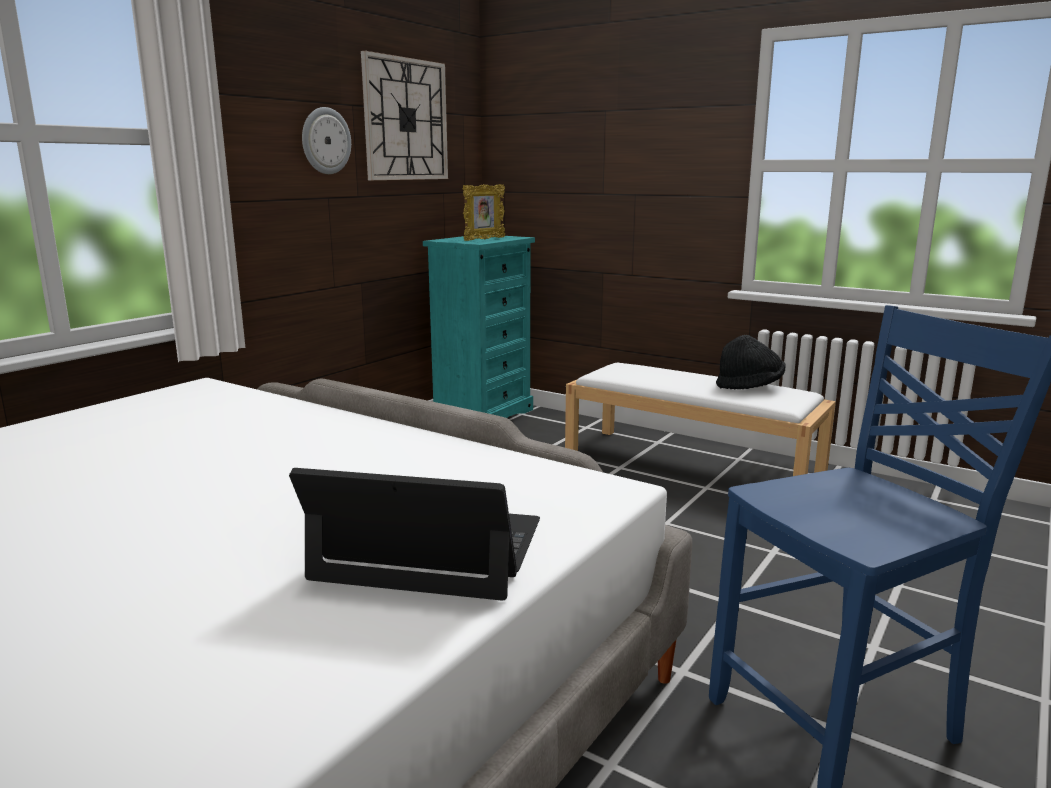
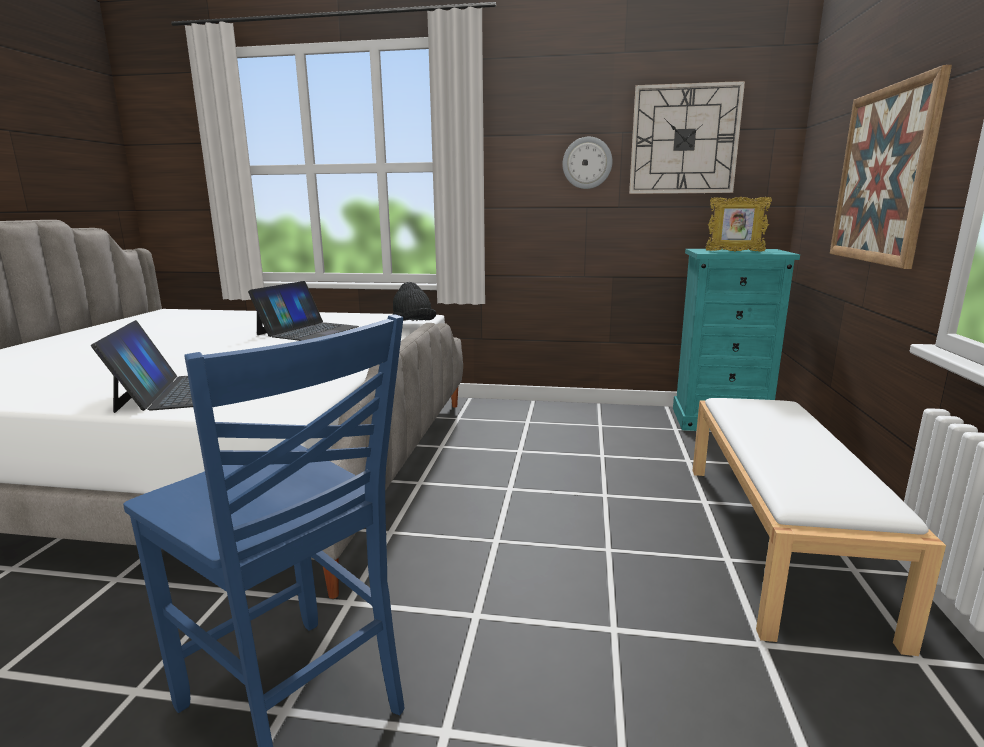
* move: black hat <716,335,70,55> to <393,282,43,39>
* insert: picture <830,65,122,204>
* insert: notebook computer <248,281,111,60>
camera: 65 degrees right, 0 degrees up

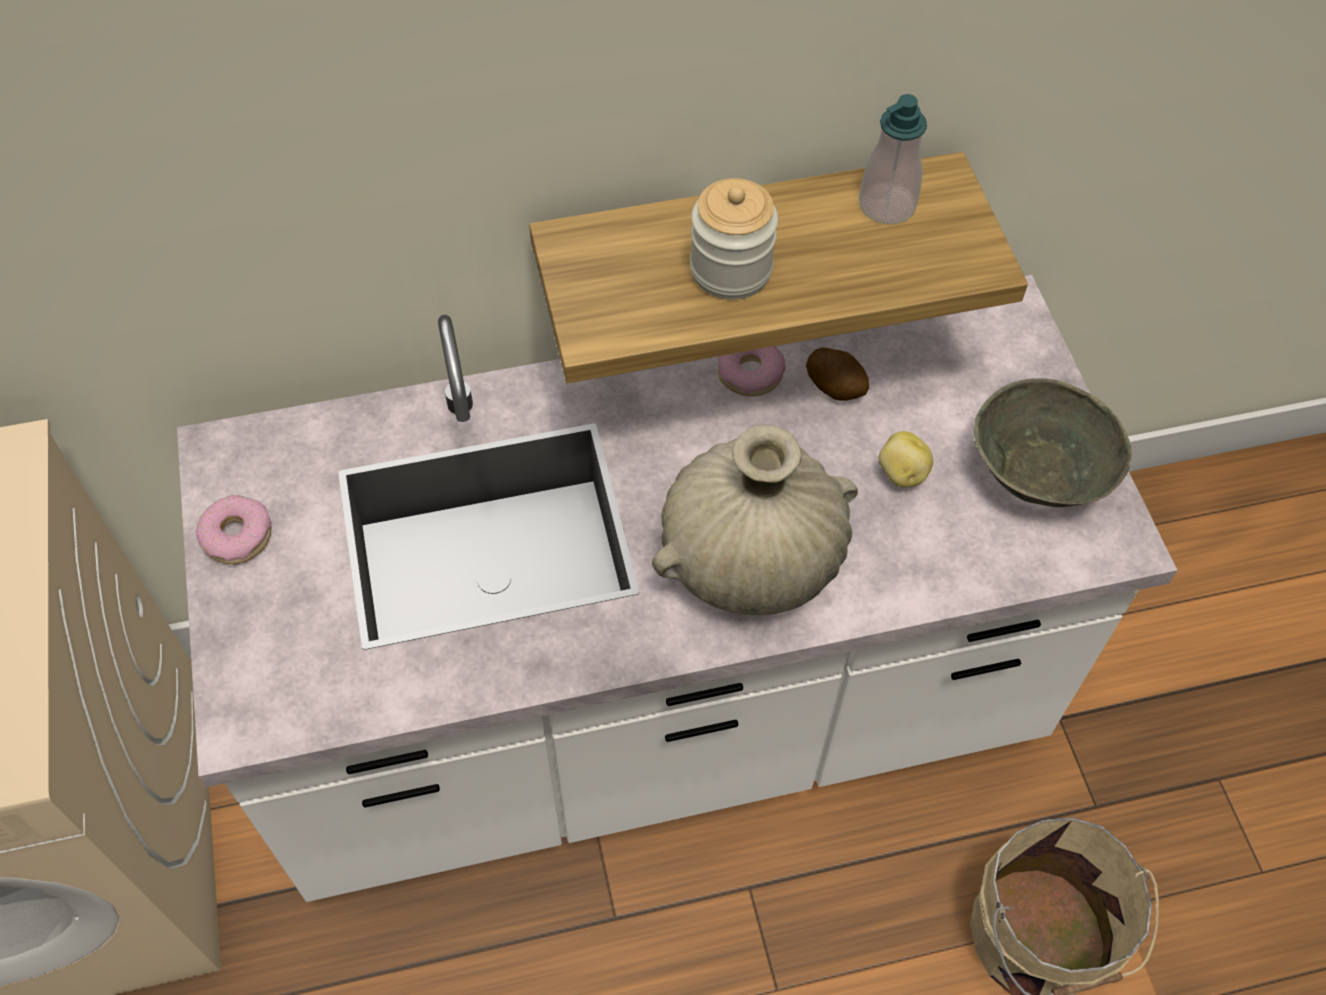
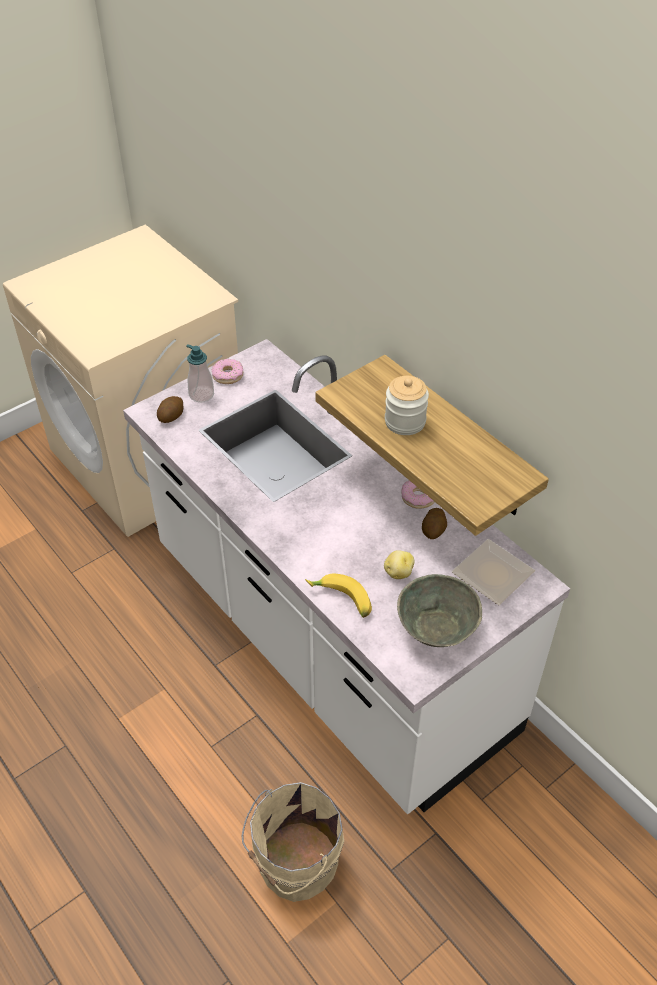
* move: liquid soap bottle <859,94,68,130> to <186,344,28,59>
* delete: beige-coloured flower vase <652,425,206,190>
* insert: spud <157,396,26,27>
* insert: dinner plate <452,539,83,66>
* insert: banana <305,574,67,44>
camera: 65 degrees right, 10 degrees down

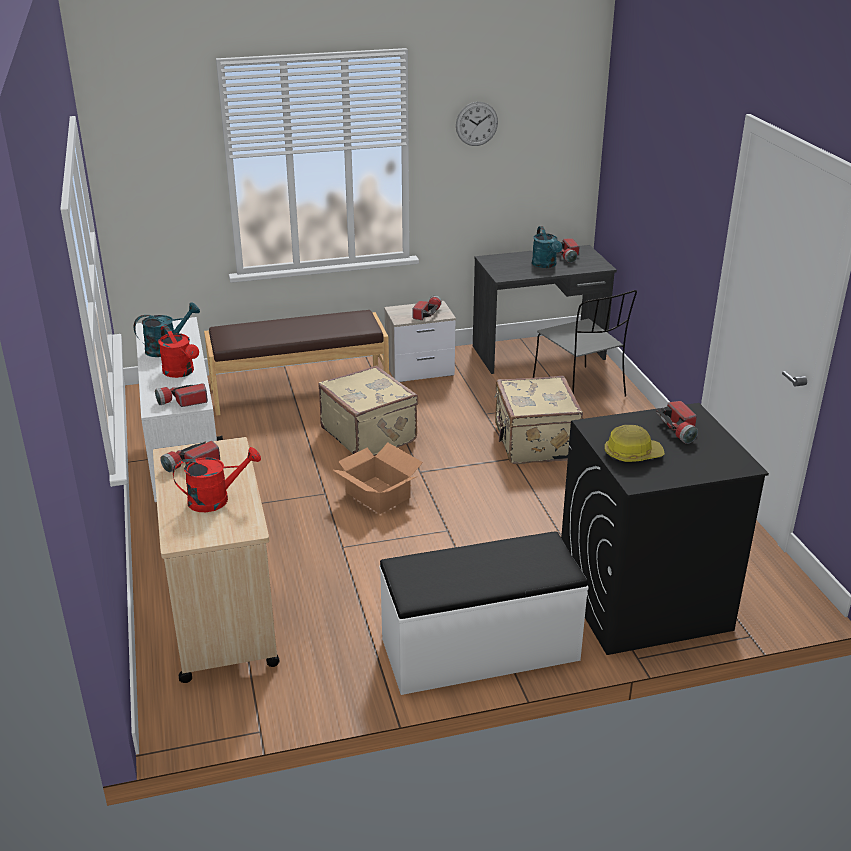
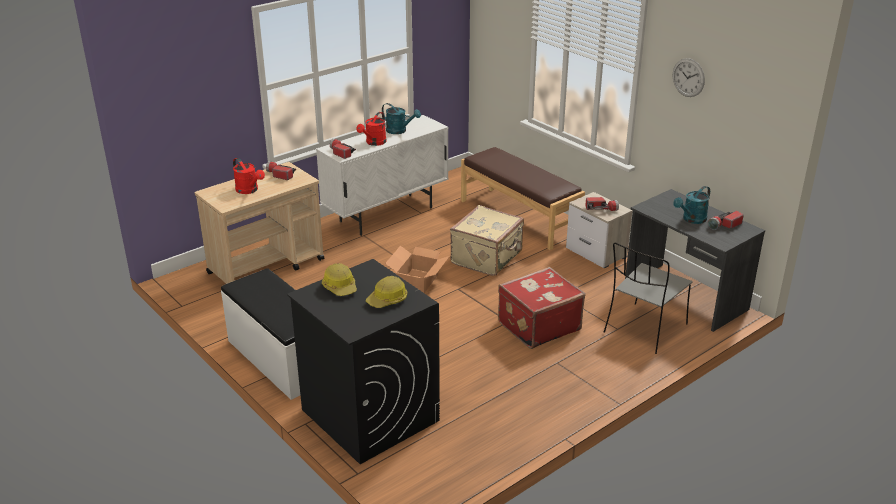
* recolor: beige-coloured piece of luggage <494,376,89,88> to reddish piece of luggage <498,267,88,82>
* replace: flashlight <656,401,42,43> to work helmet <366,276,41,32>
camera: 65 degrees right, 0 degrees up

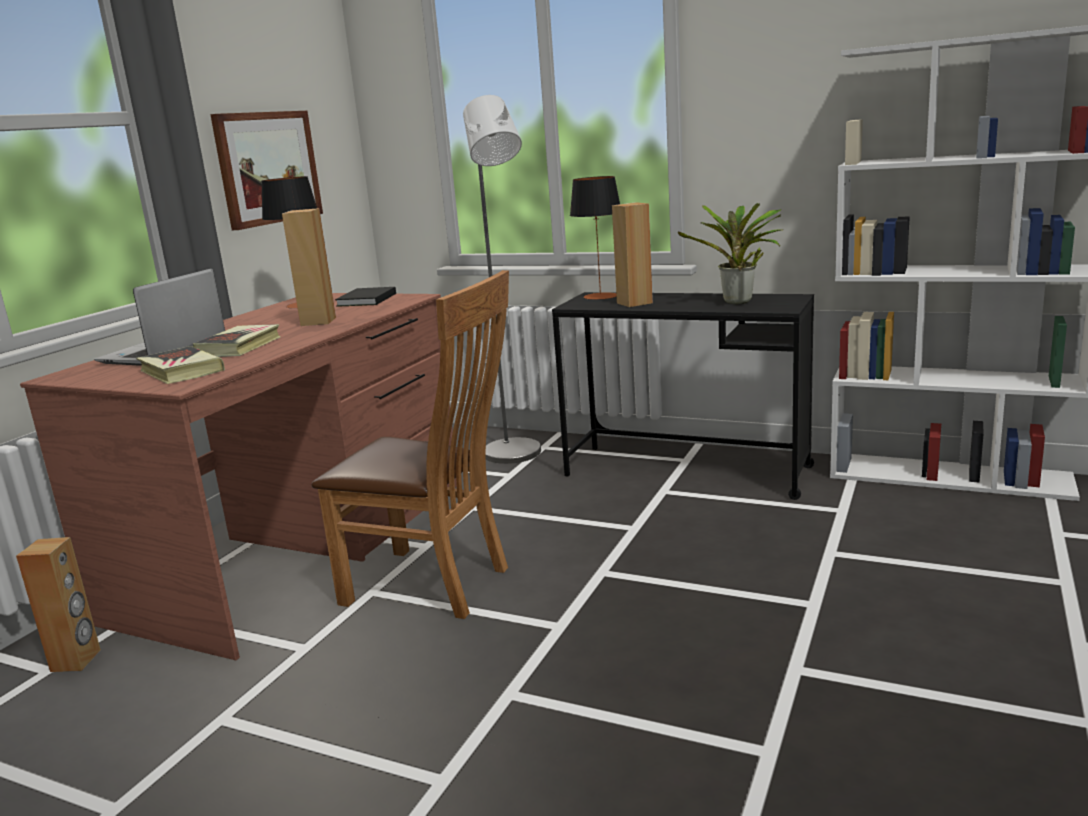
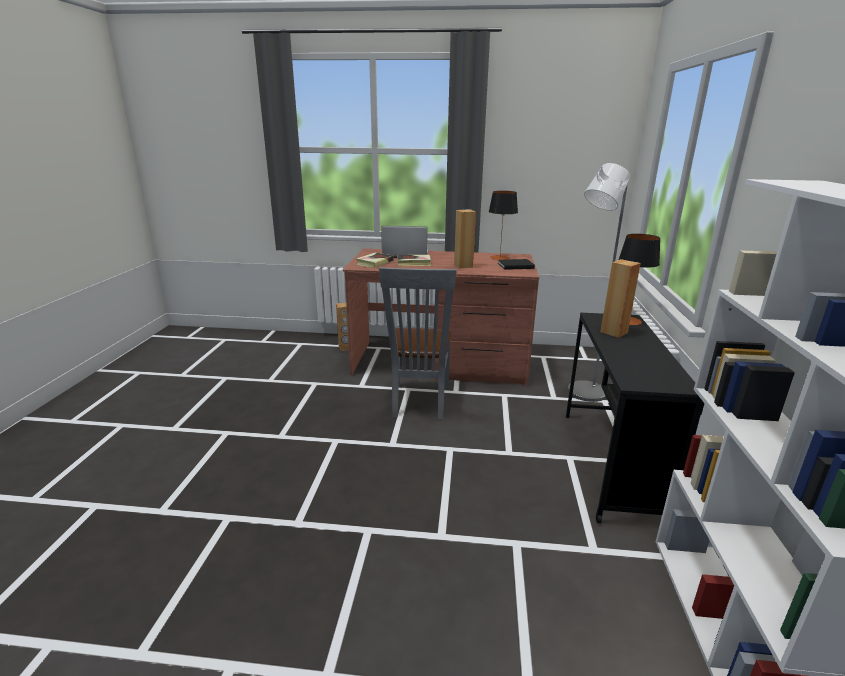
* delete: picture <210,111,113,119>
* delete: plant in a pot <678,203,106,101>
* recolor: brownish upright chair <311,270,198,349> to gray upright chair <379,267,78,152>
camera: 70 degrees right, 5 degrees up

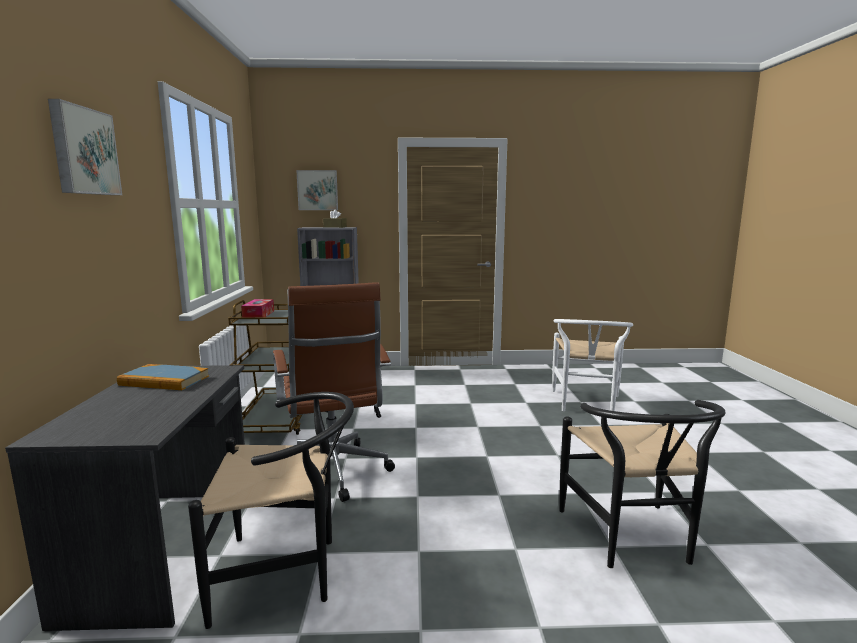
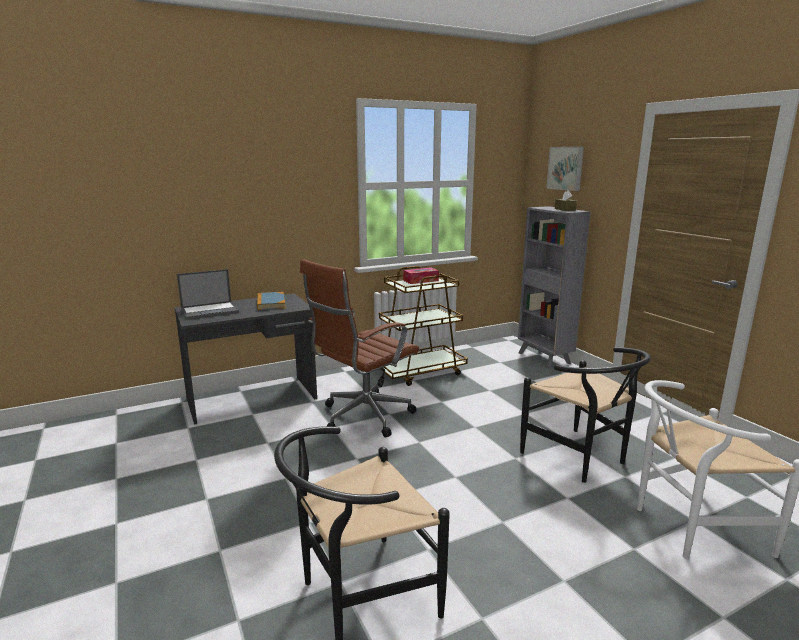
* delete: picture <48,99,74,96>
* move: black upright chair <188,392,166,237> to <520,347,131,136>
* insert: notebook computer <177,269,62,51>
camera: 65 degrees right, 5 degrees up

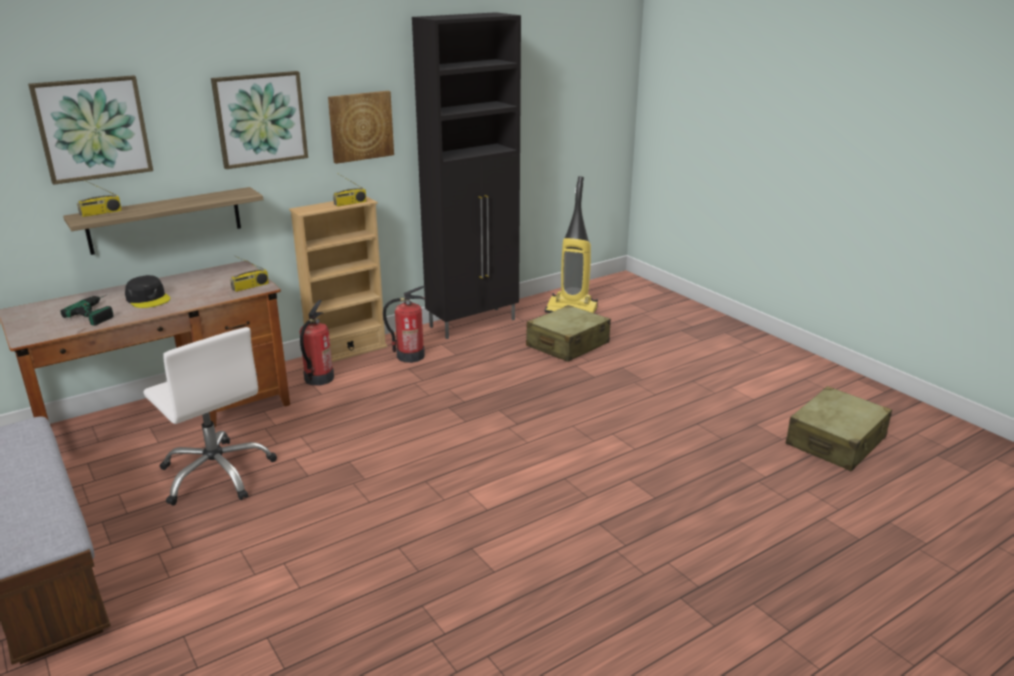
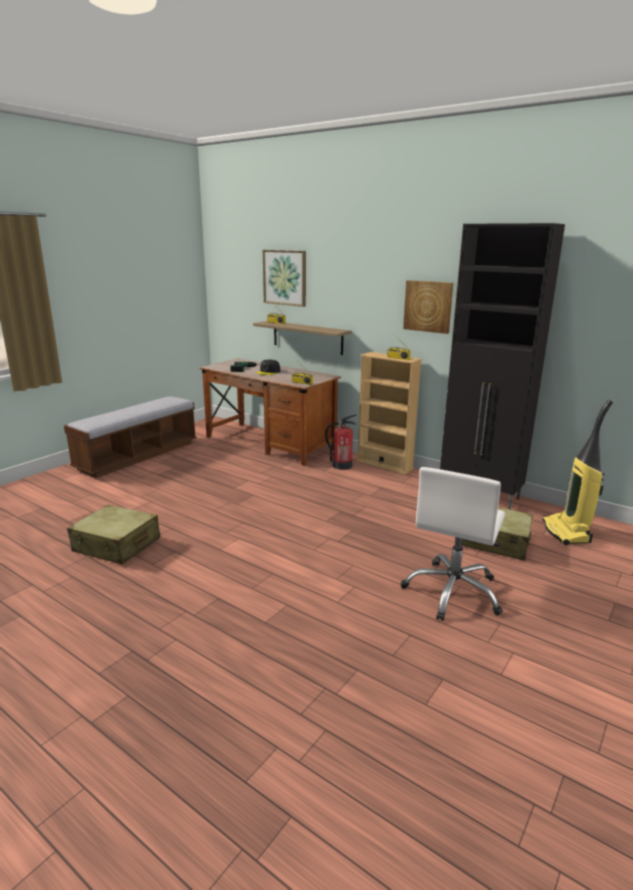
* delete: picture <211,71,97,98>
* delete: fire-fighting cylinder <383,286,42,77>
* move: whitish desk chair <143,327,134,178> to <401,467,104,154>
* move: beige-coloured piece of luggage <786,386,106,86> to <67,504,93,61>
camera: 70 degrees right, 5 degrees down

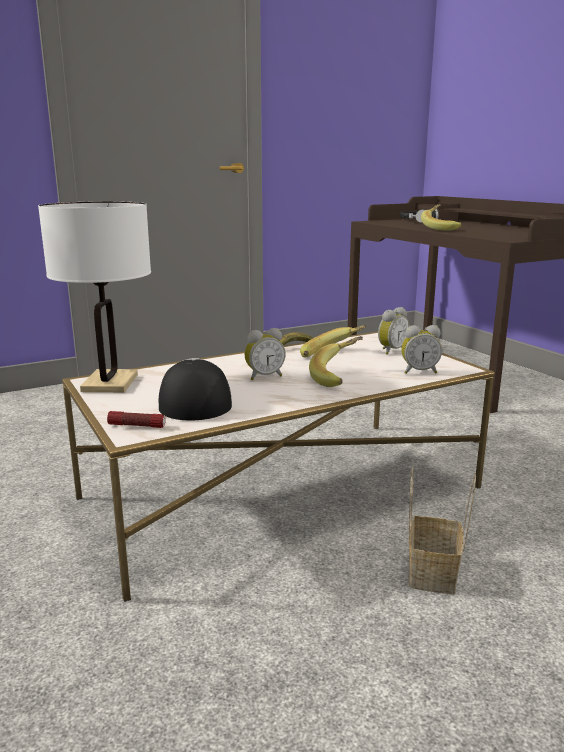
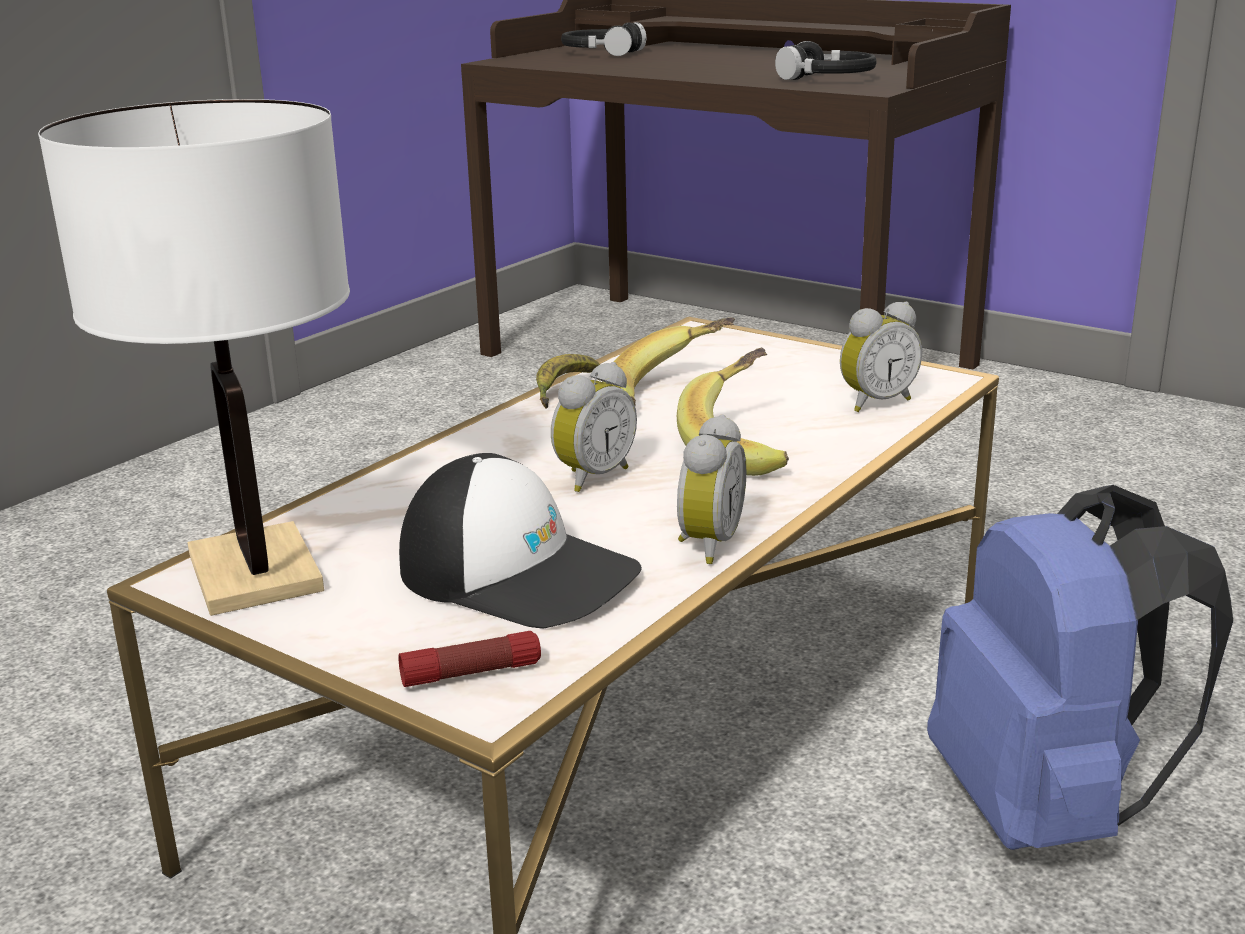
* delete: banana <421,204,40,27>
* move: bedside clock <378,307,31,48> to <677,414,69,150>
* rotate: peaked cap <159,358,73,62> = <399,453,243,176> 150 degrees clockwise
* replace: household basket <408,467,68,127> to blue backpack <927,485,306,365>
* insert: black pair of headphones <775,41,102,39>
camera: 25 degrees left, 5 degrees up

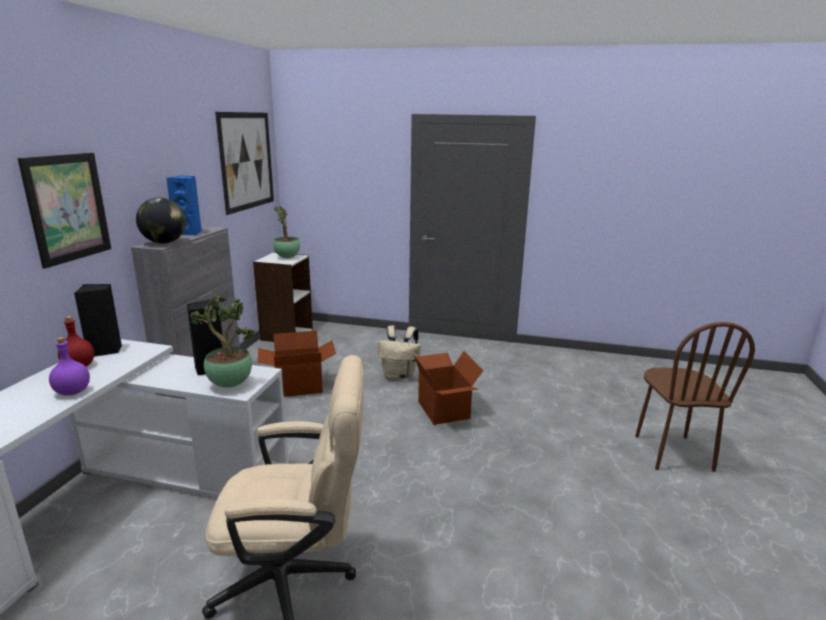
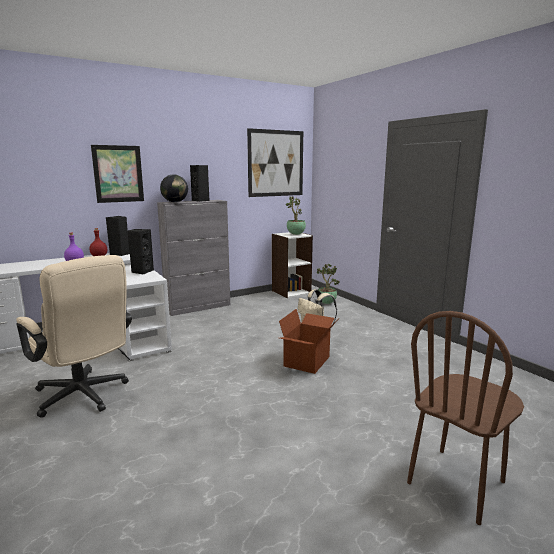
* recolor: blue audio speaker <166,176,36,59> to black audio speaker <190,165,20,37>
* move: plant in a pot <190,296,65,92> to <317,264,23,40>
* delete: carton <258,331,78,66>
camera: 45 degrees right, 5 degrees down

